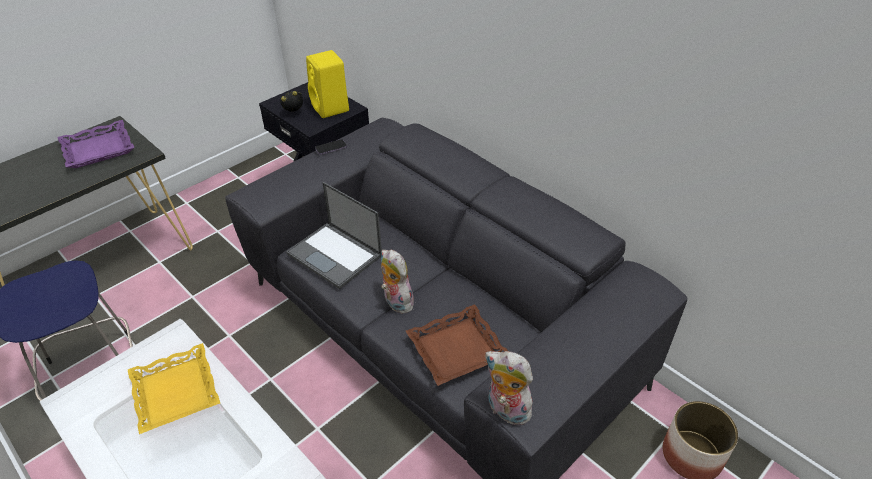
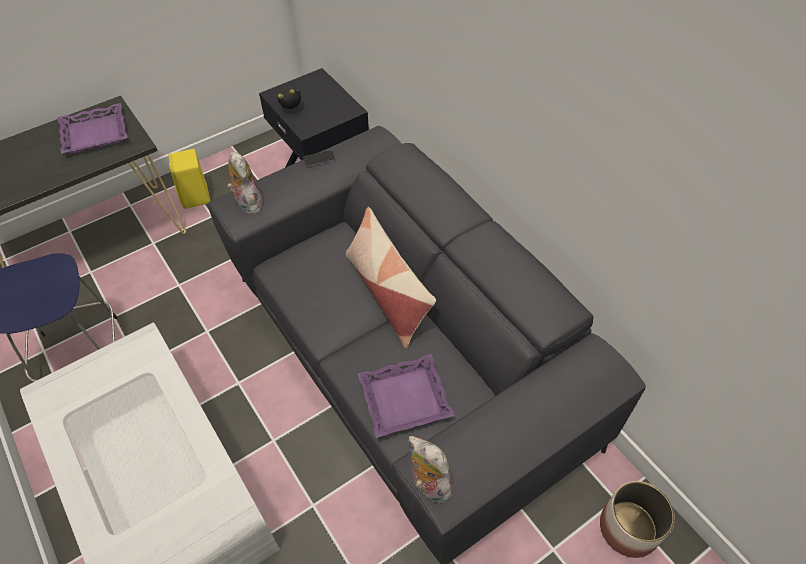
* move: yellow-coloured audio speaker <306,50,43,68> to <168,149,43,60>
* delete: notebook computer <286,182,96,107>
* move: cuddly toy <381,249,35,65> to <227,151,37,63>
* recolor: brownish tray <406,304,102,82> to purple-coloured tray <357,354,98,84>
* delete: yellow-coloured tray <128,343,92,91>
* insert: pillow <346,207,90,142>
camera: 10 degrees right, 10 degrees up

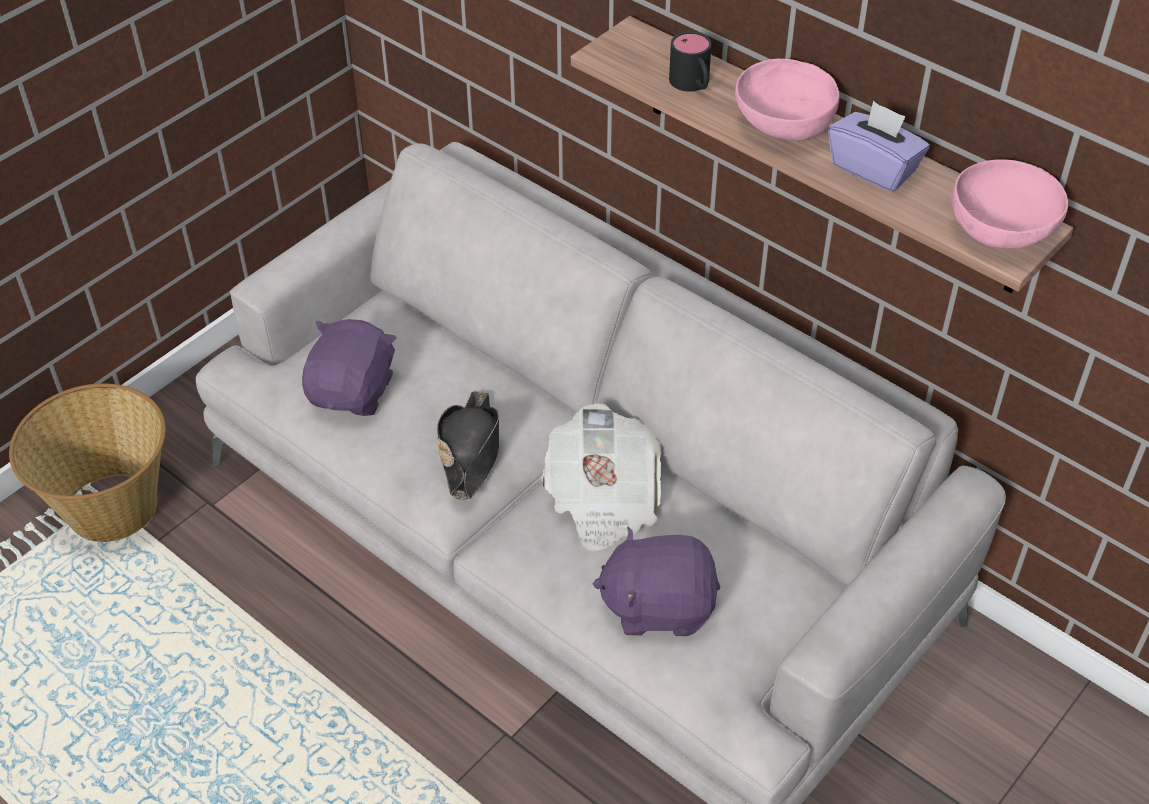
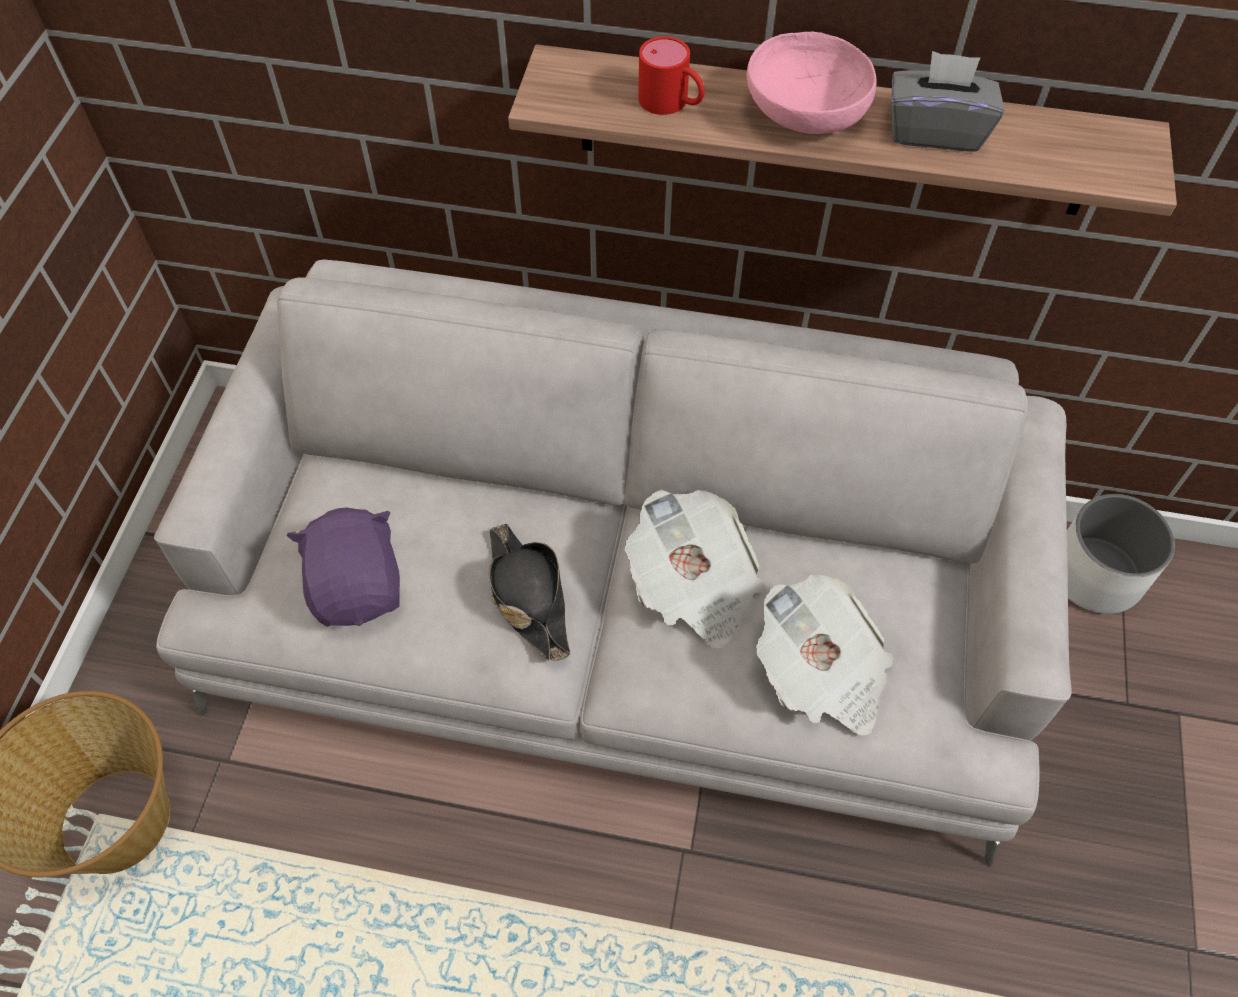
* recolor: black mug <669,31,43,61> to reddish mug <638,36,67,79>
* recolor: purple-coloured box of tissues <828,101,102,91> to gray box of tissues <892,51,113,100>
* delete: pinkish serving bowl <952,159,116,89>
* replace: purple-coloured cuddly toy <593,527,127,109> to daily paper <756,575,138,161>
* insert: whitish plant pot <1067,494,108,120>
camera: 30 degrees left, 10 degrees up

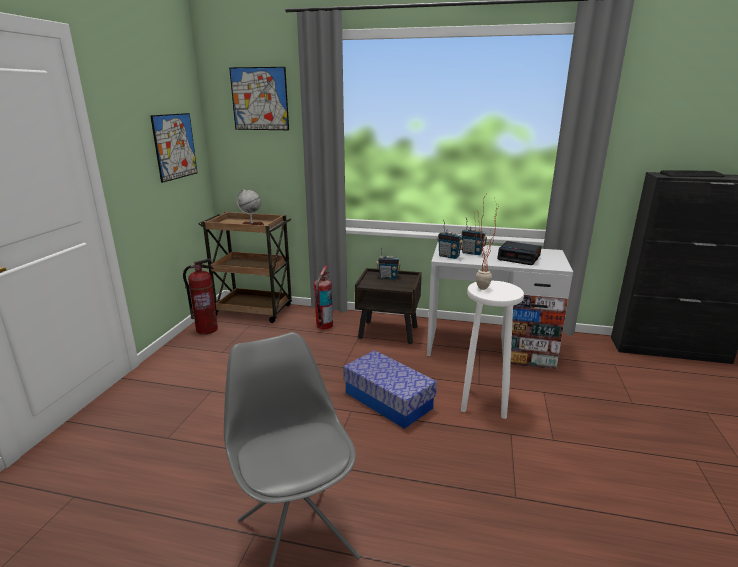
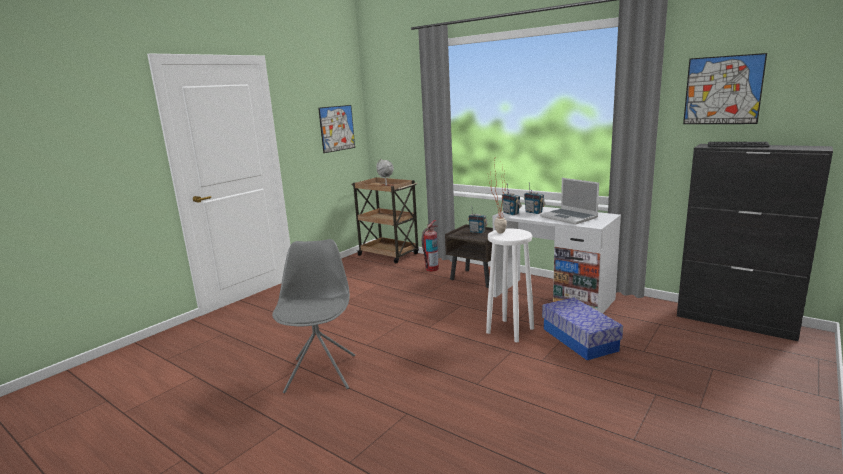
* move: picture <229,67,60,63> to <683,53,84,71>
* replace: bedside clock <497,241,45,24> to notebook computer <540,178,59,47>
* delete: fire-fighting cylinder <183,258,35,77>
* move: storage container <343,350,94,79> to <542,297,81,63>
camera: 25 degrees right, 5 degrees down

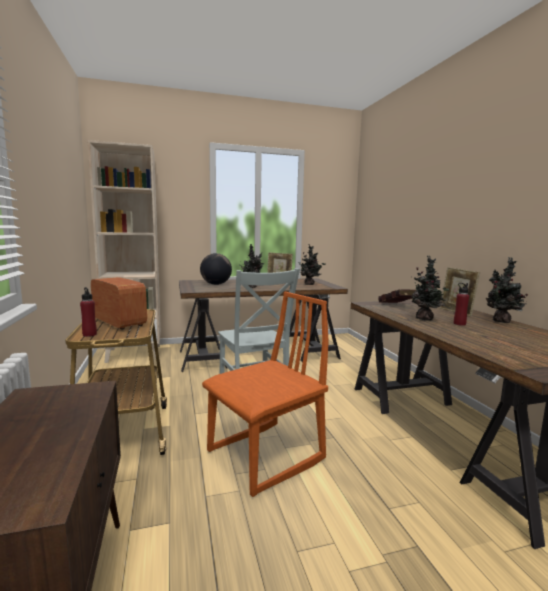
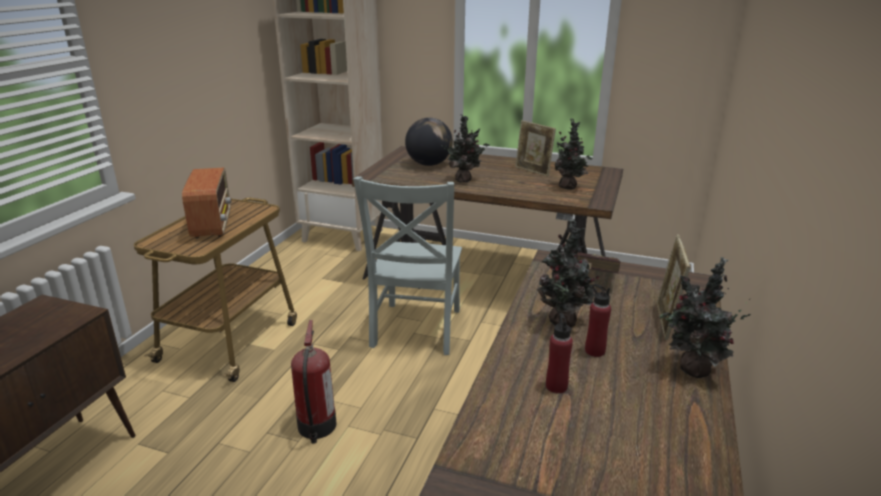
* move: reddish bottle <80,287,17,50> to <546,313,27,81>
* replace: orange upright chair <202,292,127,205> to fire-fighting cylinder <291,320,45,124>
camera: 35 degrees right, 15 degrees up

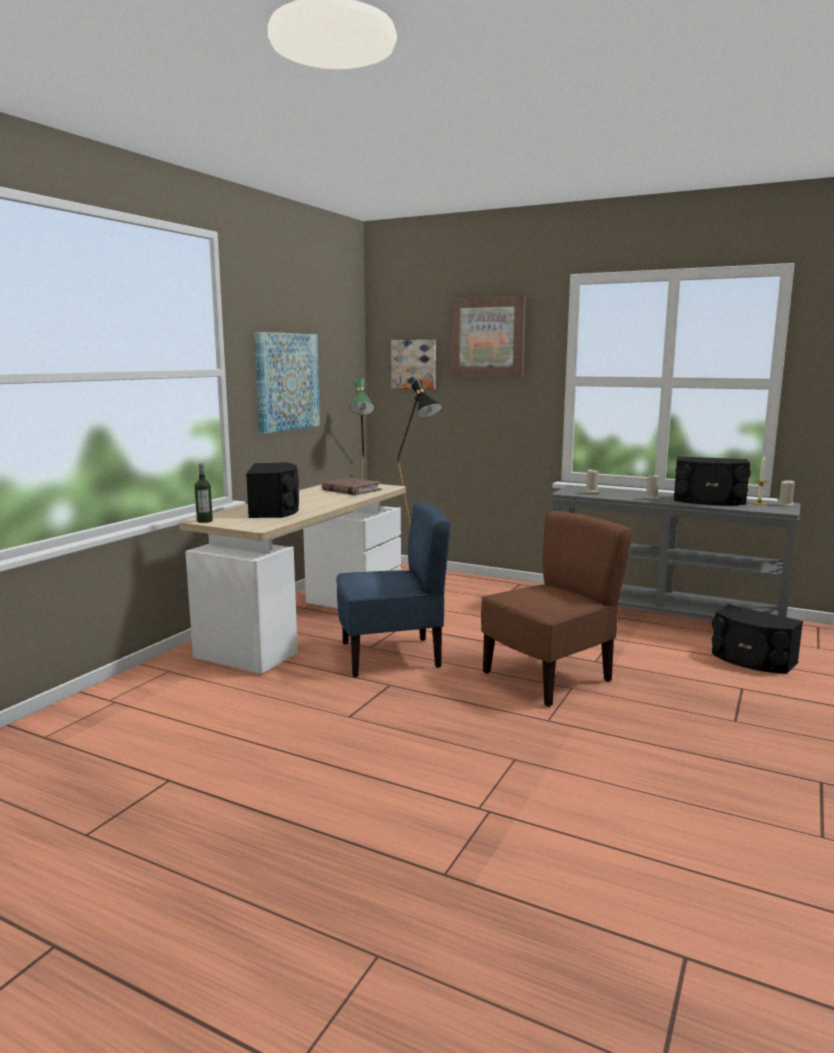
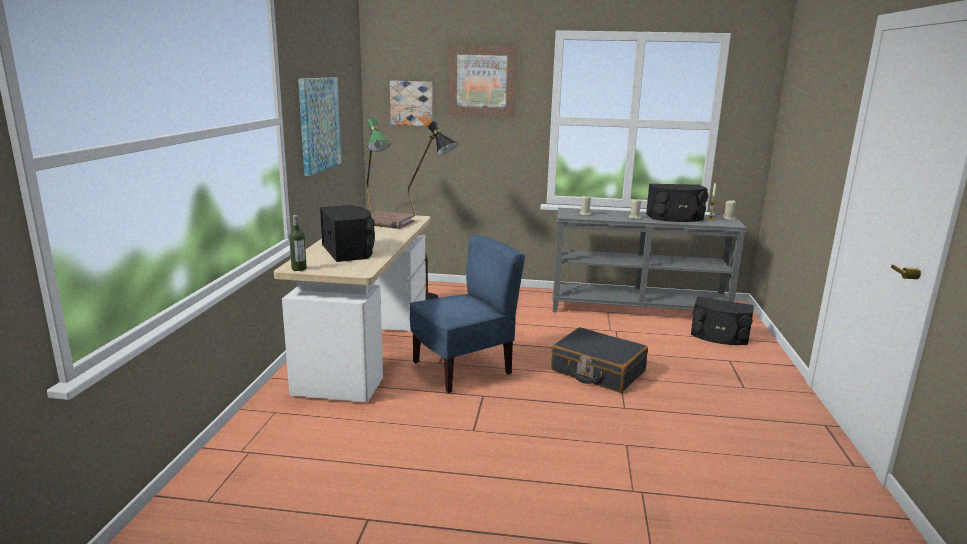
* replace: brownish upright chair <481,511,152,196> to black piece of luggage <551,327,97,66>
camera: 20 degrees left, 5 degrees up

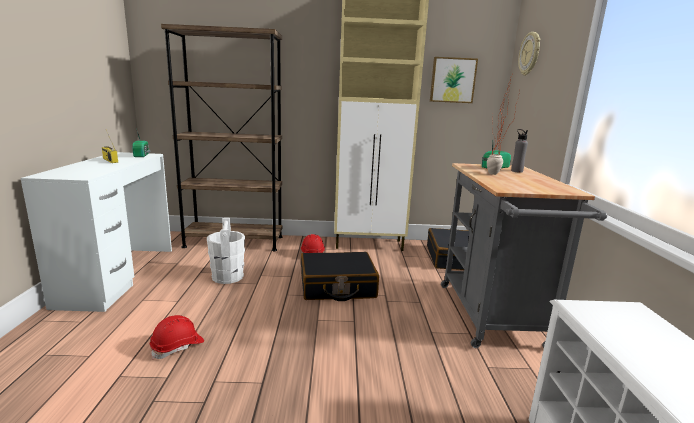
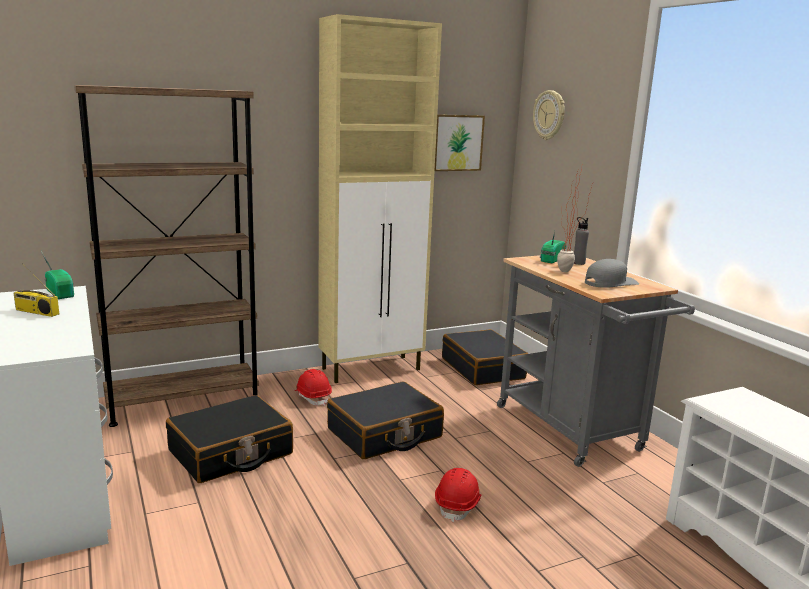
* replace: whitish pail <207,218,38,66> to black piece of luggage <166,395,127,88>
* move: reddish work helmet <150,315,54,44> to <435,468,46,55>
* insert: gray peaked cap <585,259,54,29>
camera: 25 degrees left, 0 degrees up

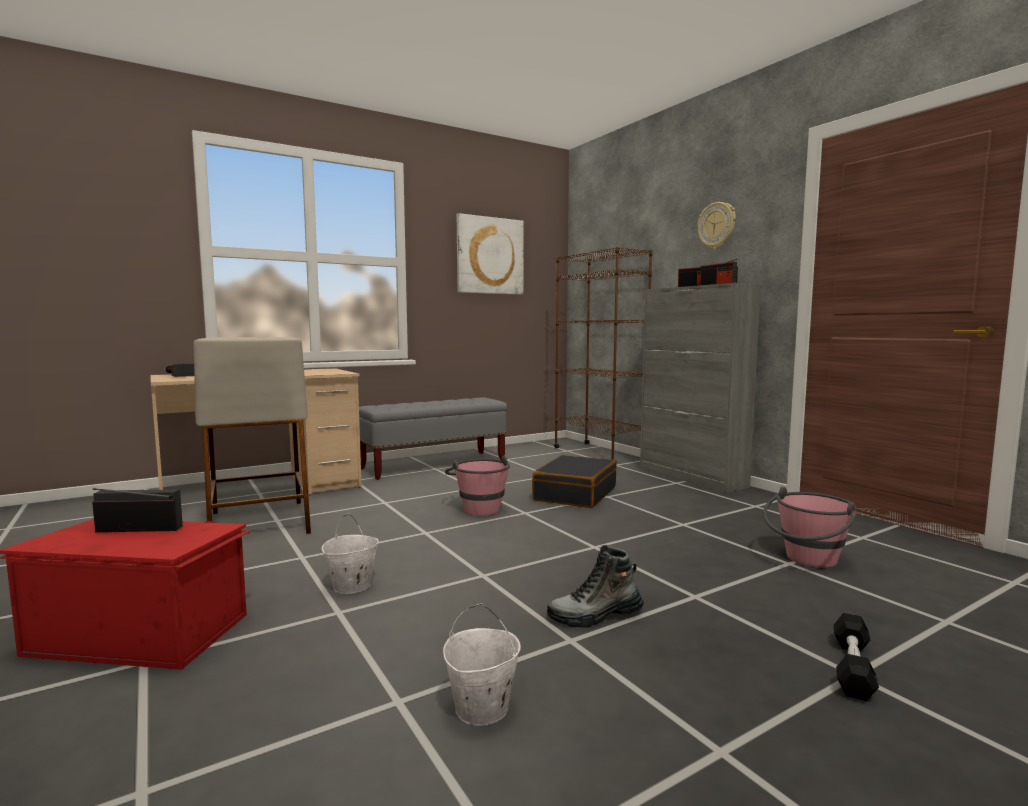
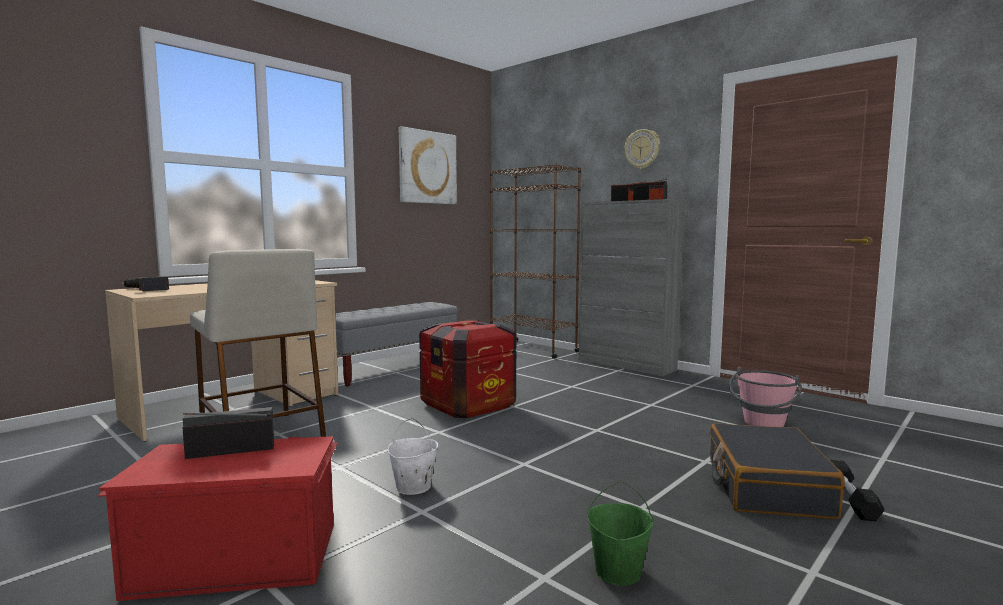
* replace: pinkish pail <445,455,65,61> to shipping crate <419,320,97,98>
* move: black piece of luggage <532,455,84,53> to <710,423,135,96>
* delete: boot <547,545,97,83>
* recolor: whitish pail <443,603,78,123> to green-coloured pail <587,481,67,105>
camera: 15 degrees left, 0 degrees up

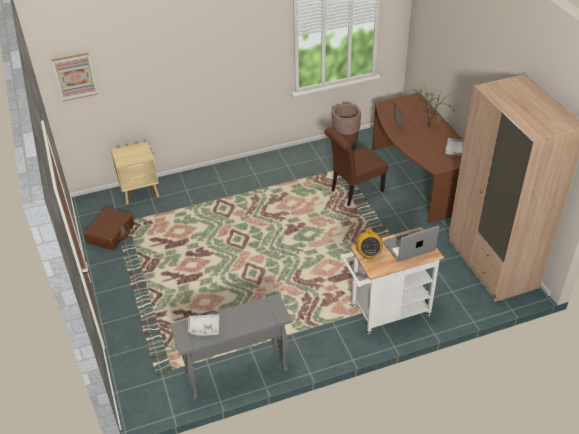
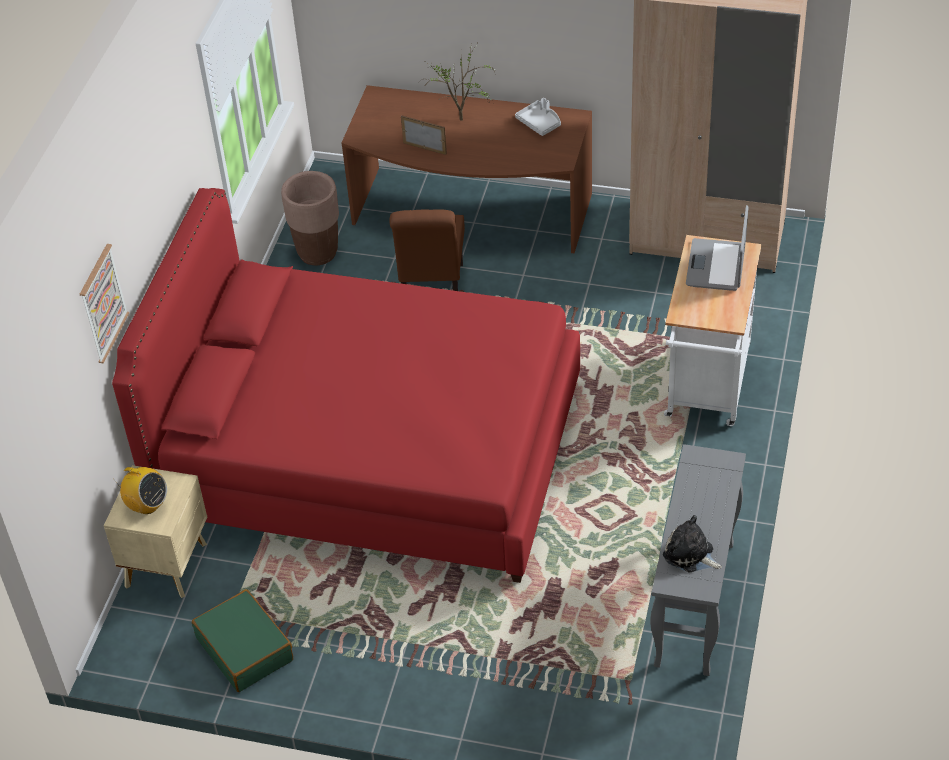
* move: picture <52,53,46,48> to <80,244,49,120>
* recolor: brownish piece of luggage <84,208,50,42> to green-coloured piece of luggage <192,589,101,103>
* move: radio set <356,227,27,32> to <113,467,54,47>
* replace: gray tray <188,314,31,22> to cuddly toy <663,515,59,57>
* insert: reddish bedroom bed <112,188,468,395>
camera: 55 degrees left, 5 degrees up

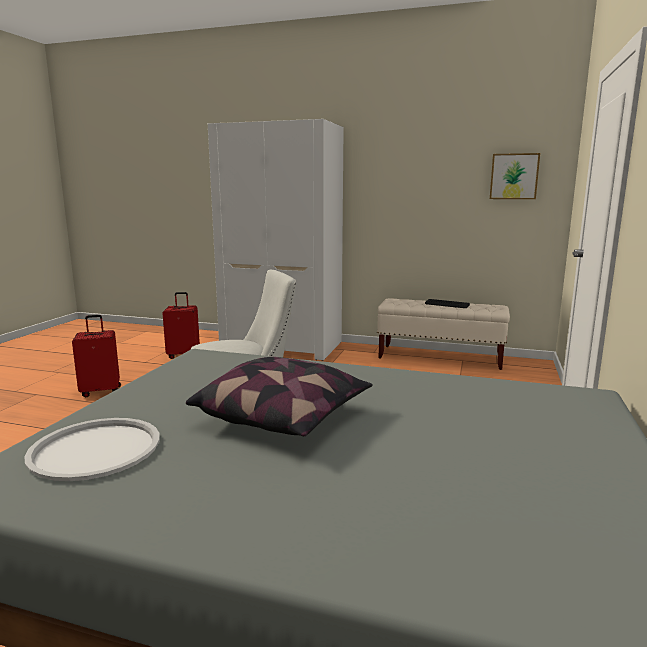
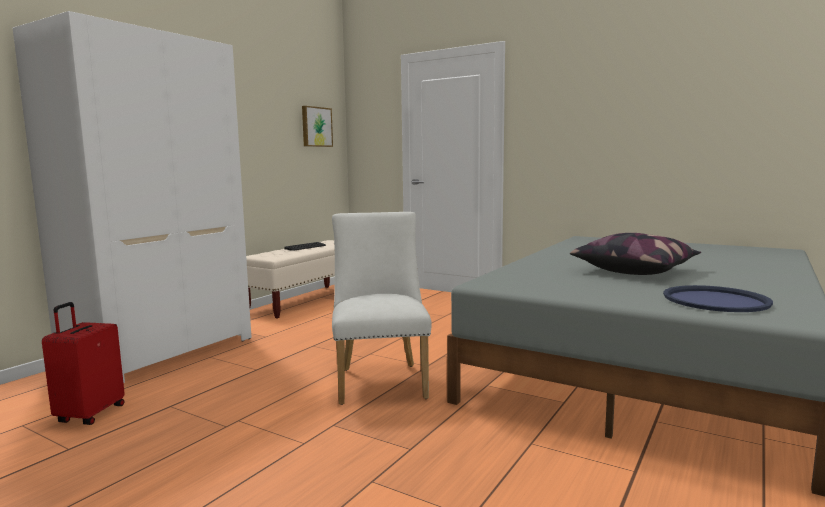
* delete: reddish piece of luggage <72,315,49,82>
* recolor: whitish tray <24,418,136,63> to blue tray <663,285,110,27>
camera: 75 degrees left, 5 degrees down

